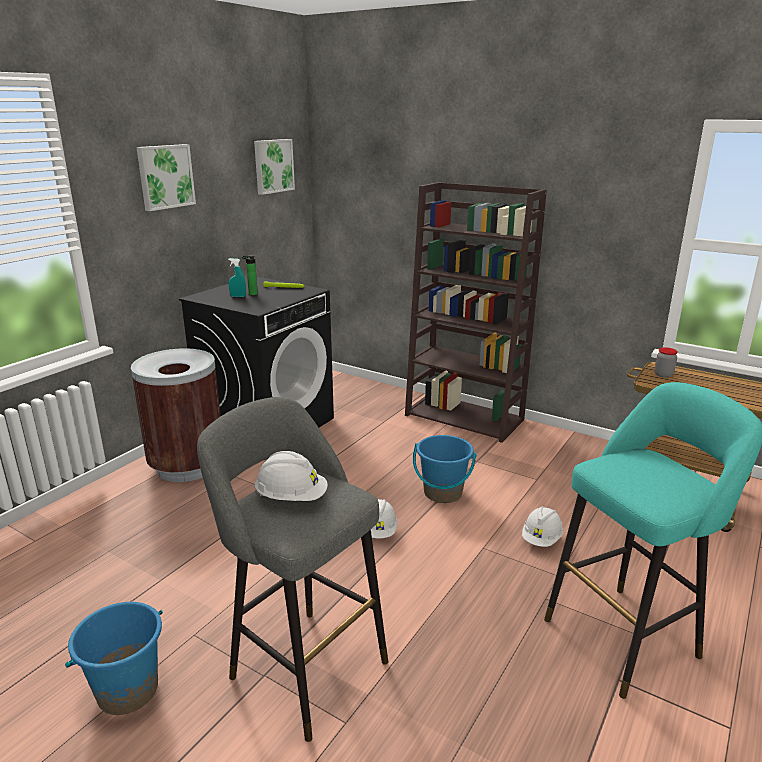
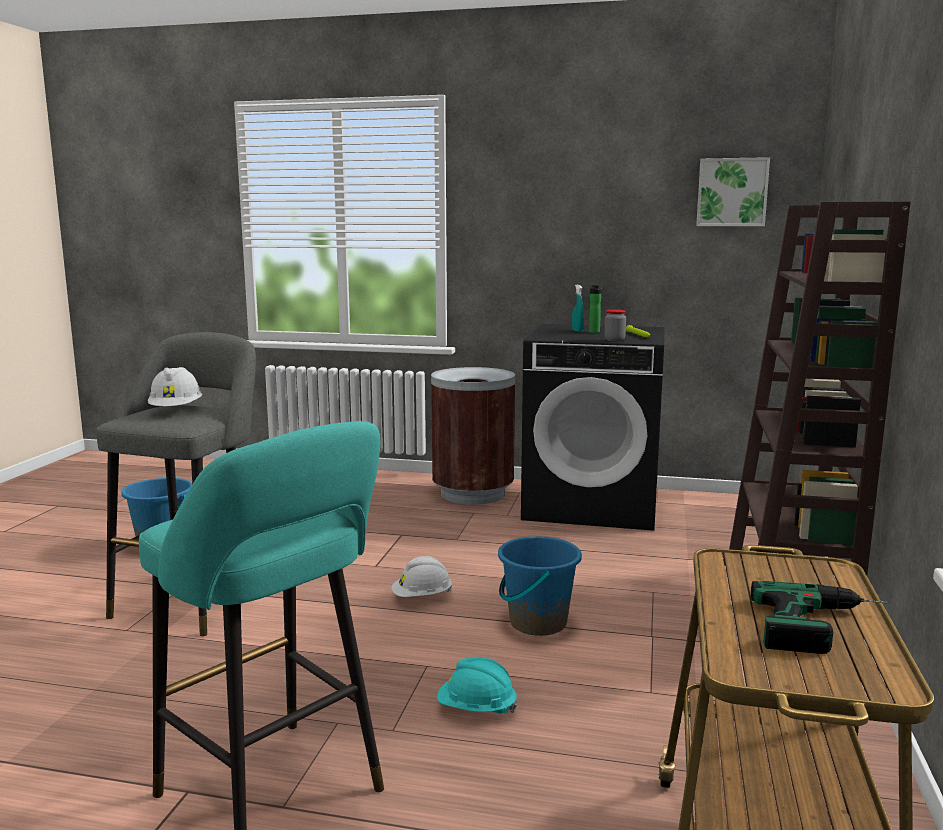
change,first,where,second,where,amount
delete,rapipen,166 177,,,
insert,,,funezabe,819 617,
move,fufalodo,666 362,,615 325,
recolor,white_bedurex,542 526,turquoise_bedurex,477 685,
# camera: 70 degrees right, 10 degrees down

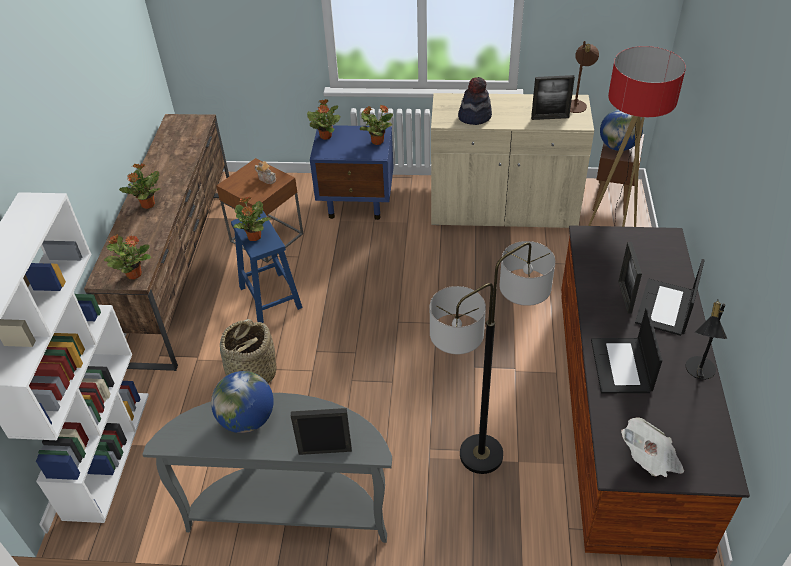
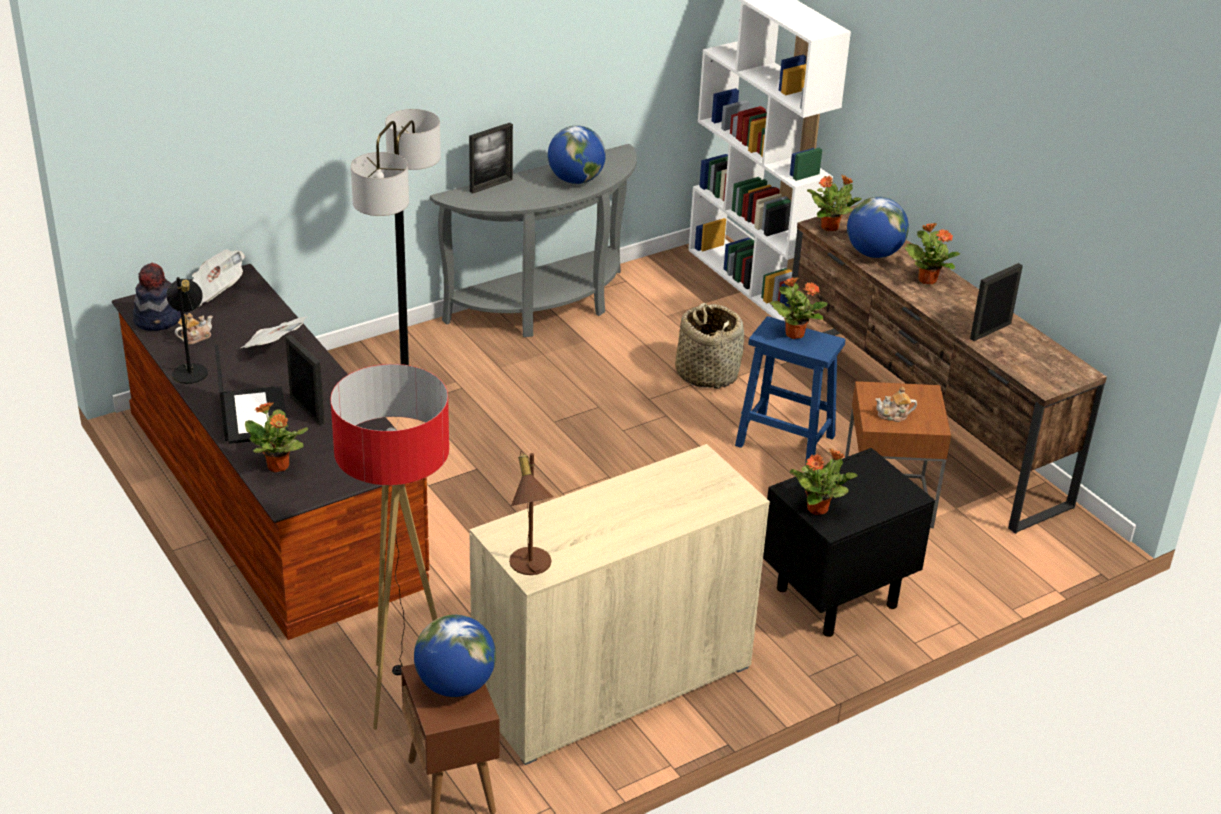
change,first,where,second,where,amount
insert,,,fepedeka,194 329,
insert,,,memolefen,878 227,
move,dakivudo,323 119,,276 437,
move,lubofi,475 101,,157 296,
move,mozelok,553 97,,996 302,
replace,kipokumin,626 350,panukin,274 332,
recolor,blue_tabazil,352 172,black_tabazil,849 542,
# camera: 140 degrees right, 10 degrees down

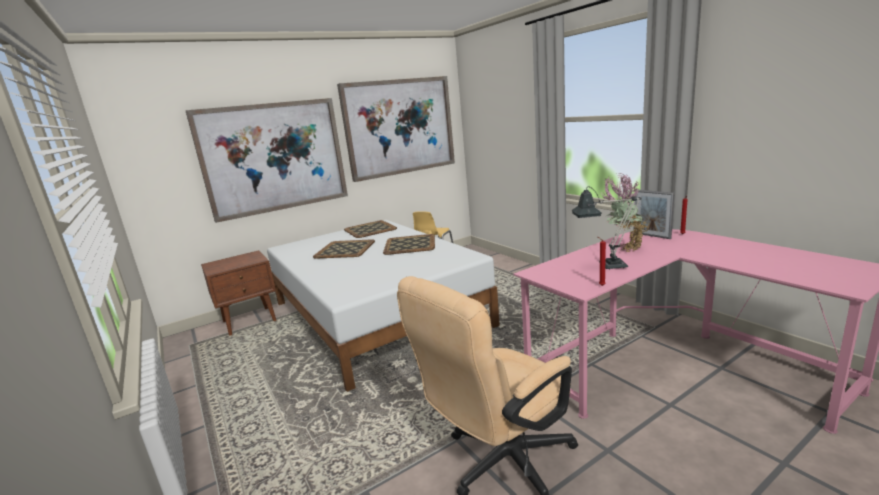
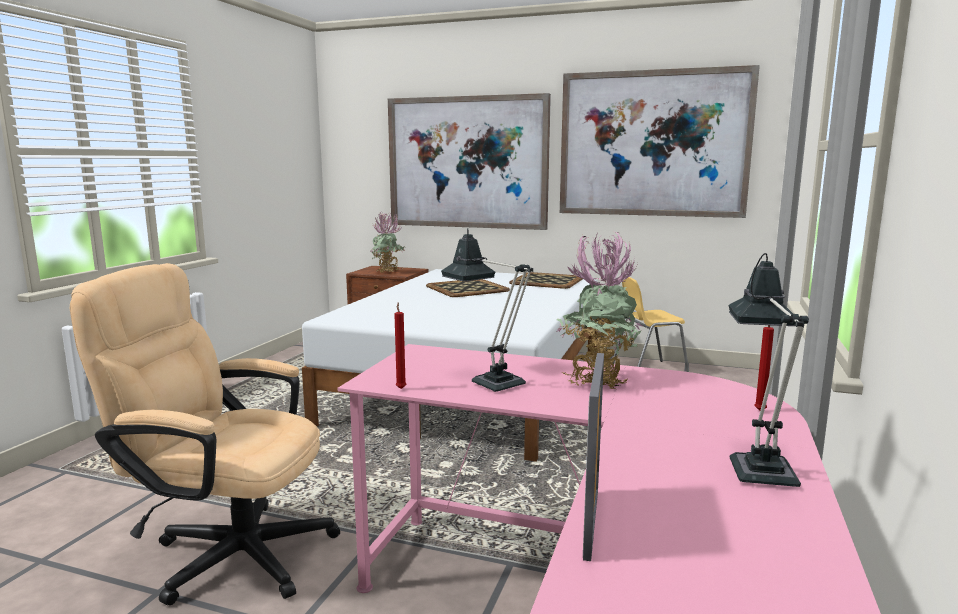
change,first,where,second,where,amount
delete,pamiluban,409 244,,,
insert,,,dakivudo,388 242,
insert,,,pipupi,769 370,
move,mozelok,653 214,,593 457,
# camera: 50 degrees right, 5 degrees down

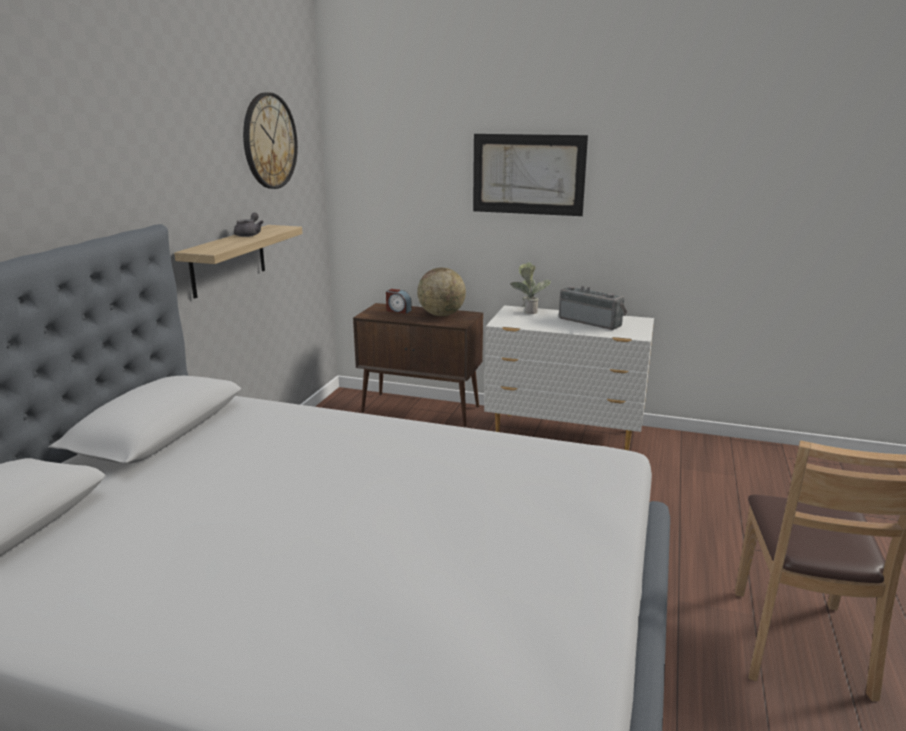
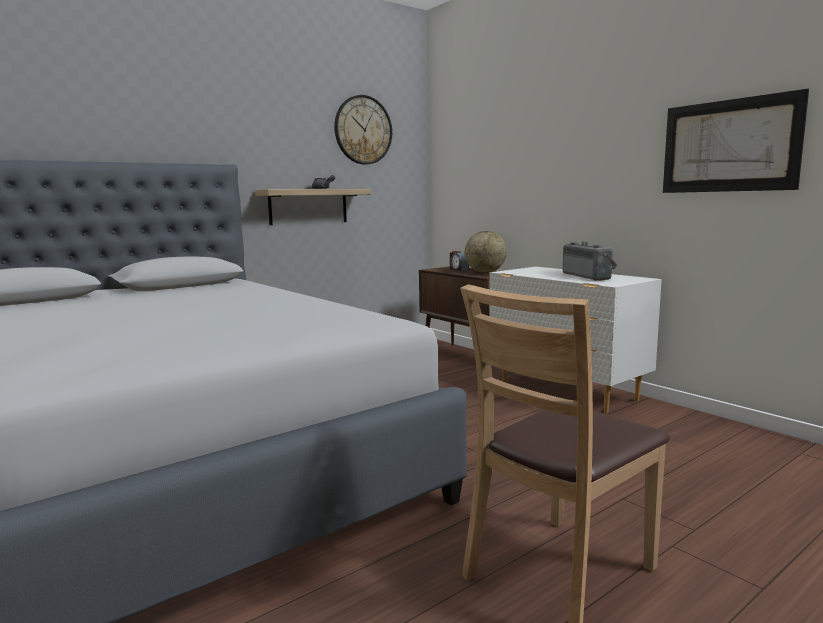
change,first,where,second,where,amount
delete,dakivudo,530 288,,,
move,rapipen,530 175,,736 141,
# camera: 35 degrees right, 10 degrees down

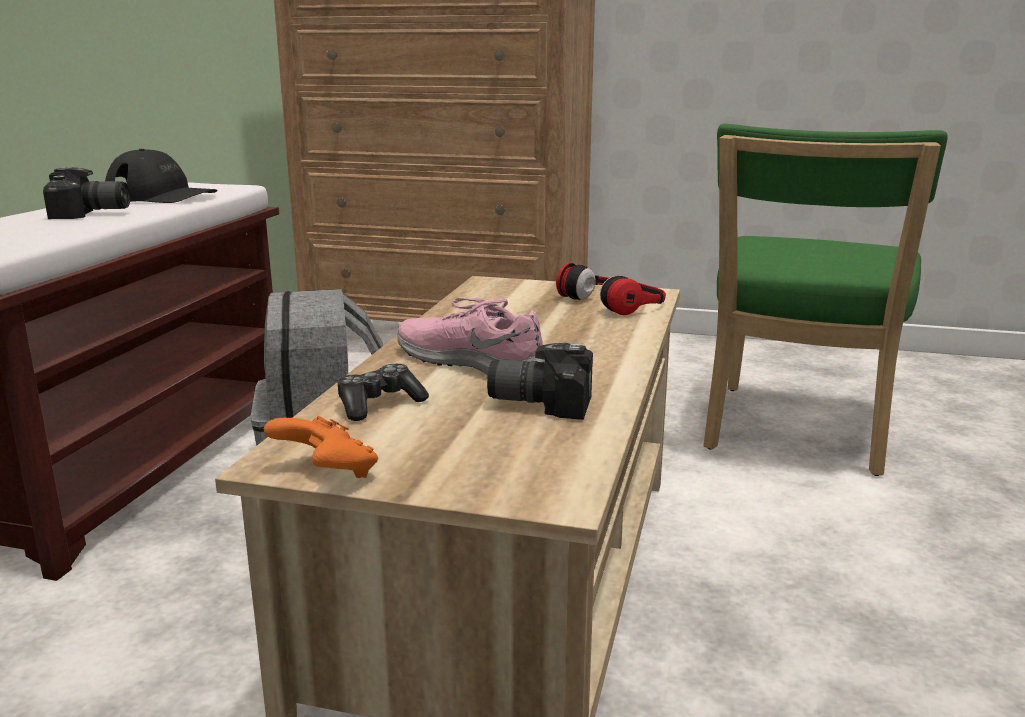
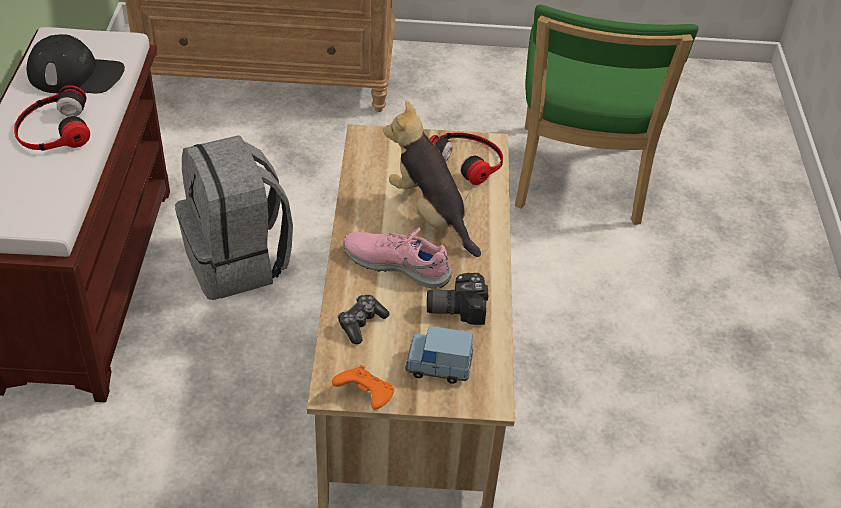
change,first,where,second,where,amount
insert,,,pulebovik,432 179,
insert,,,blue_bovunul,439 355,
replace,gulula,86 193,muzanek,52 118,
# camera: 15 degrees left, 25 degrees up

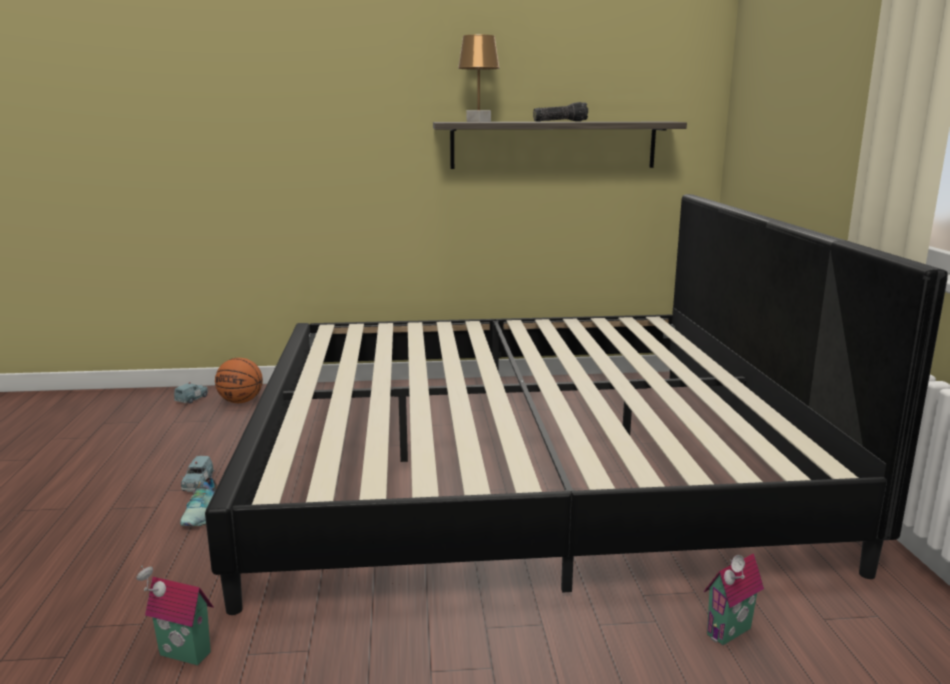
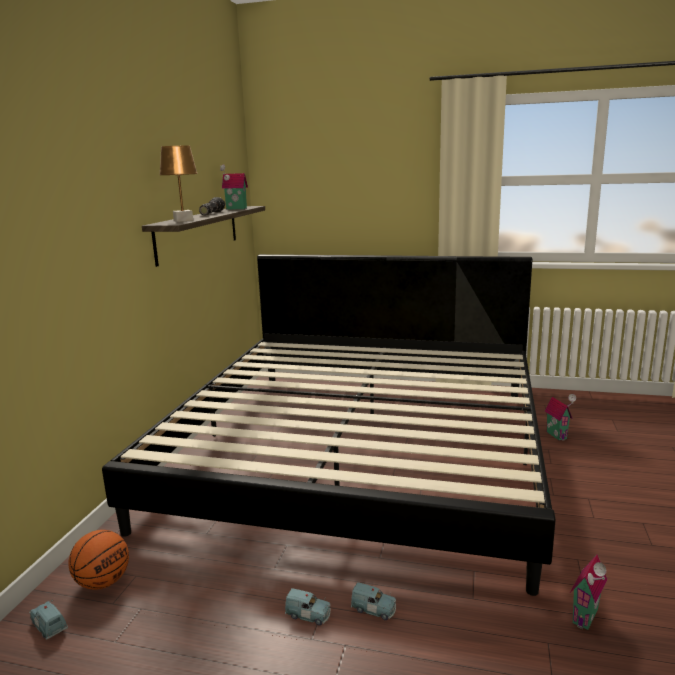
change,first,where,second,where,amount
insert,,,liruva,234 187,
replace,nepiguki,199 501,blue_bovunul,373 601,
# camera: 70 degrees left, 0 degrees up

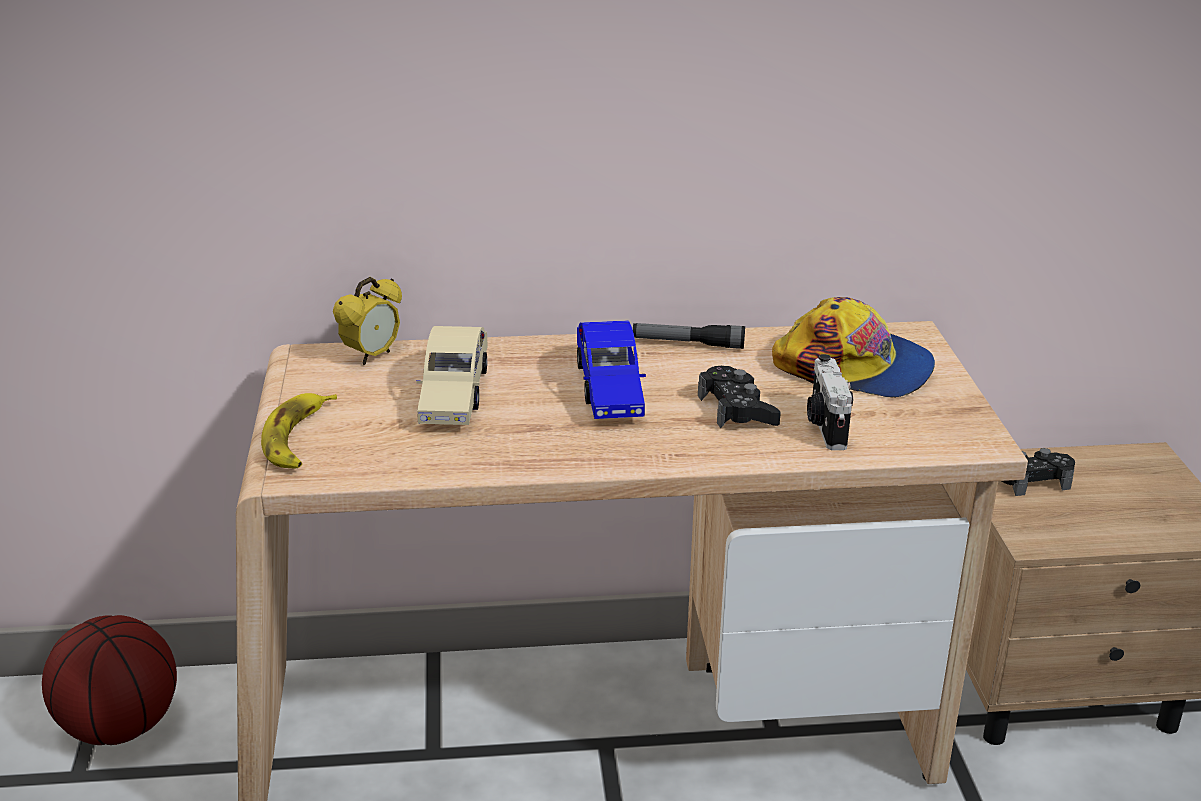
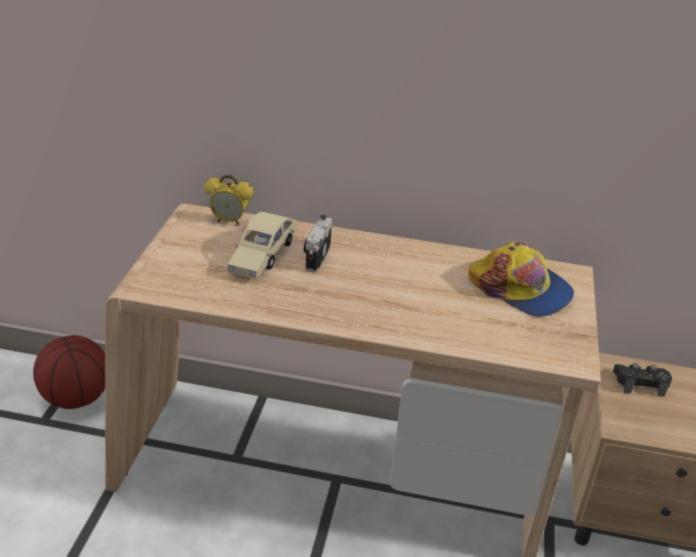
change,first,where,second,where,amount
delete,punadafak,299 430,,,
delete,blue_bovunul,611 369,,,
delete,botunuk,689 336,,,
delete,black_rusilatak,739 397,,,
move,gulula,830 402,,318 244,
rotate,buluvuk,367 321,,228 200,45 degrees clockwise
# camera: 15 degrees right, 5 degrees up

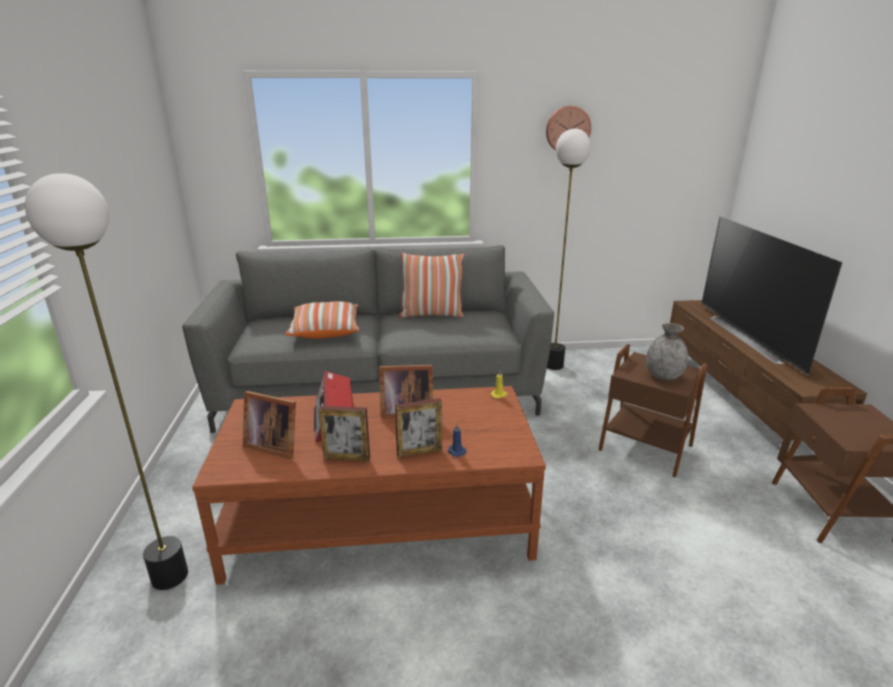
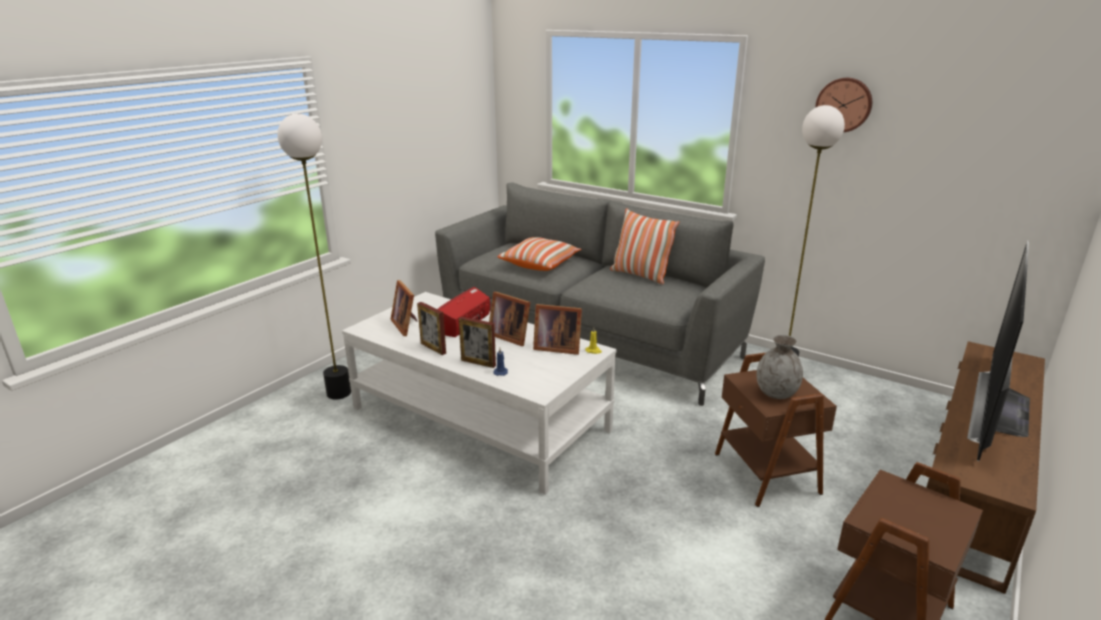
change,first,where,second,where,amount
insert,,,mozelok,557 329,
recolor,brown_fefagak,369 485,white_fefagak,479 393,
# camera: 40 degrees right, 0 degrees up

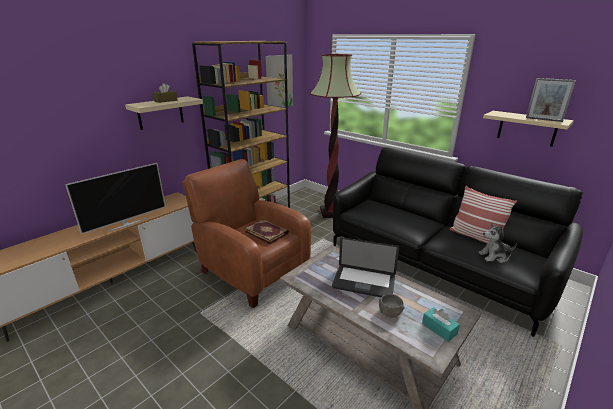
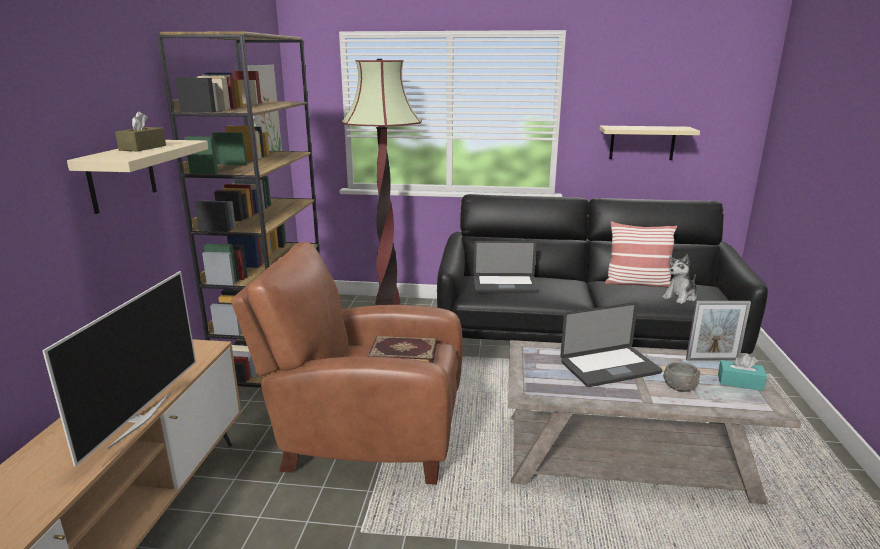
change,first,where,second,where,amount
insert,,,kipokumin,506 267,
move,mozelok,551 100,,718 330,
# camera: 35 degrees left, 5 degrees down

